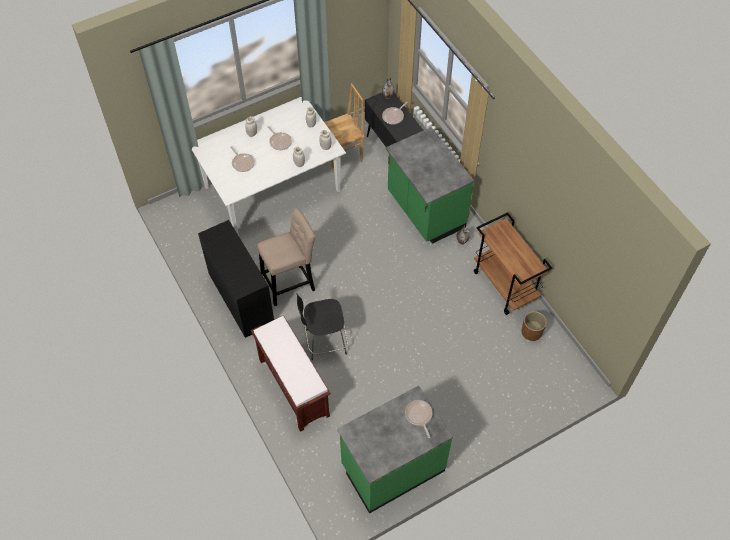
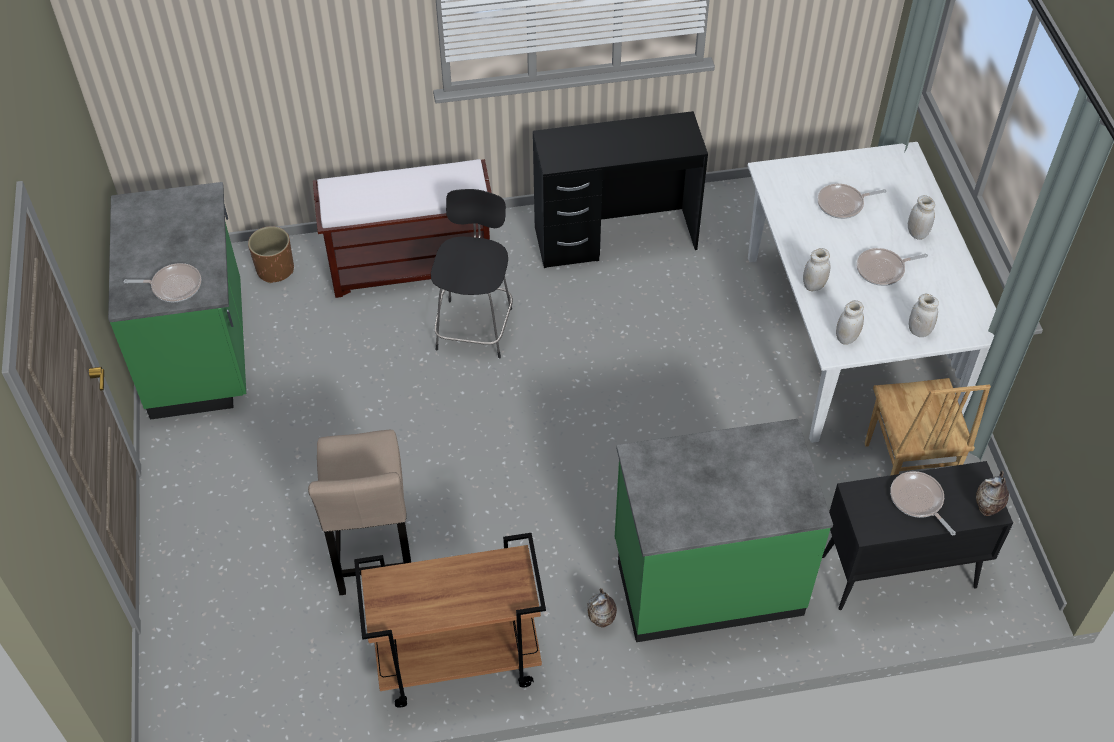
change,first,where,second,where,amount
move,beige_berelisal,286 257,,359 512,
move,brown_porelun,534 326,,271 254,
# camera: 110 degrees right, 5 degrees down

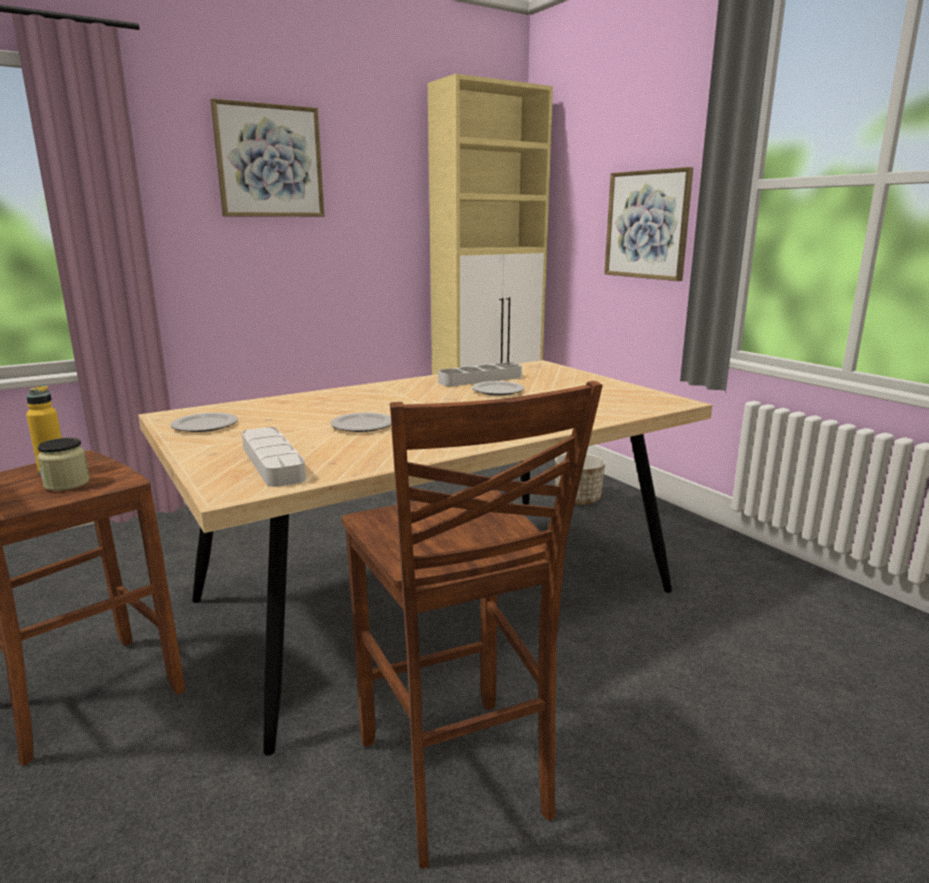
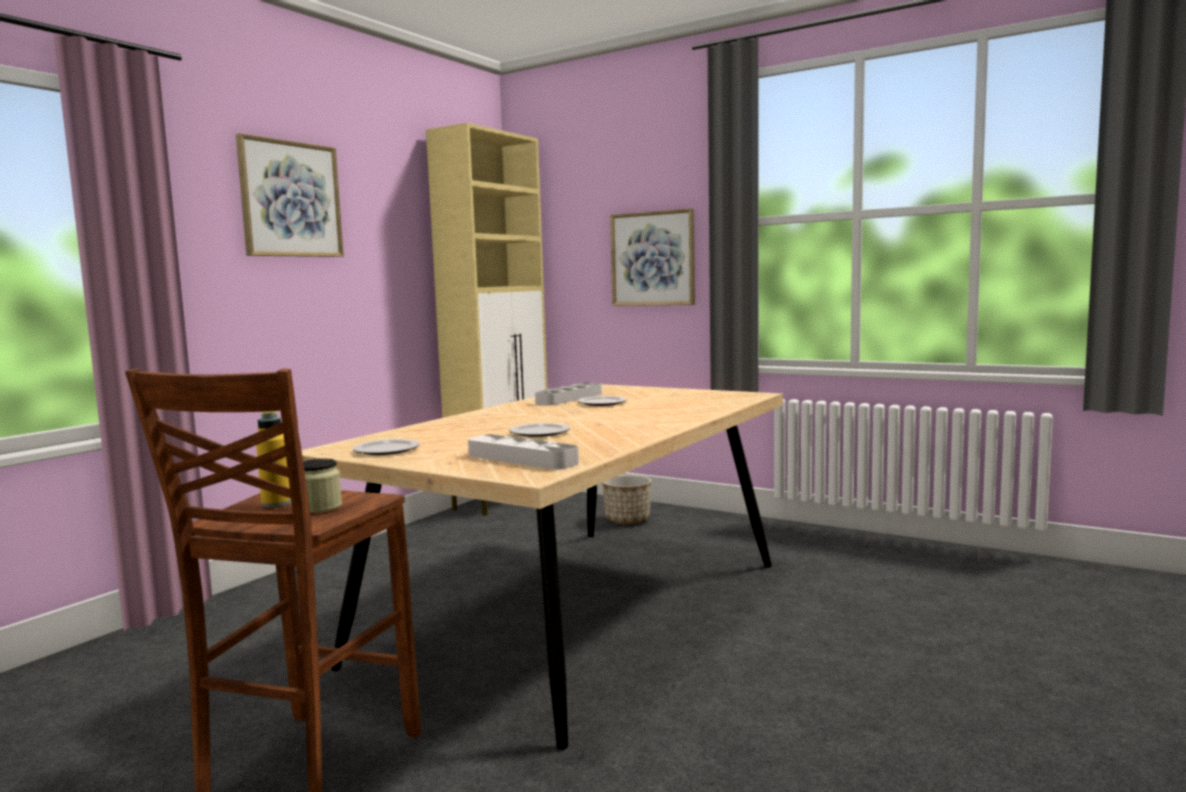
change,first,where,second,where,amount
delete,brown_berelisal,472 625,,,
# camera: 25 degrees left, 10 degrees down

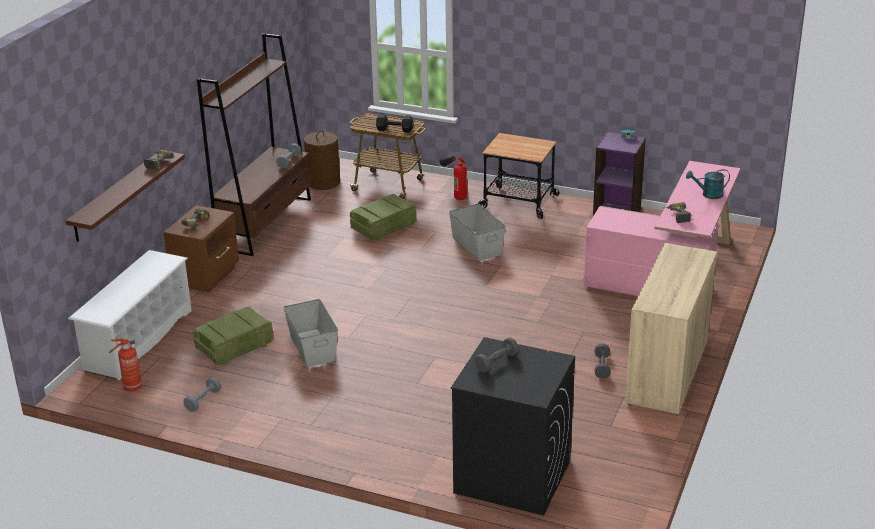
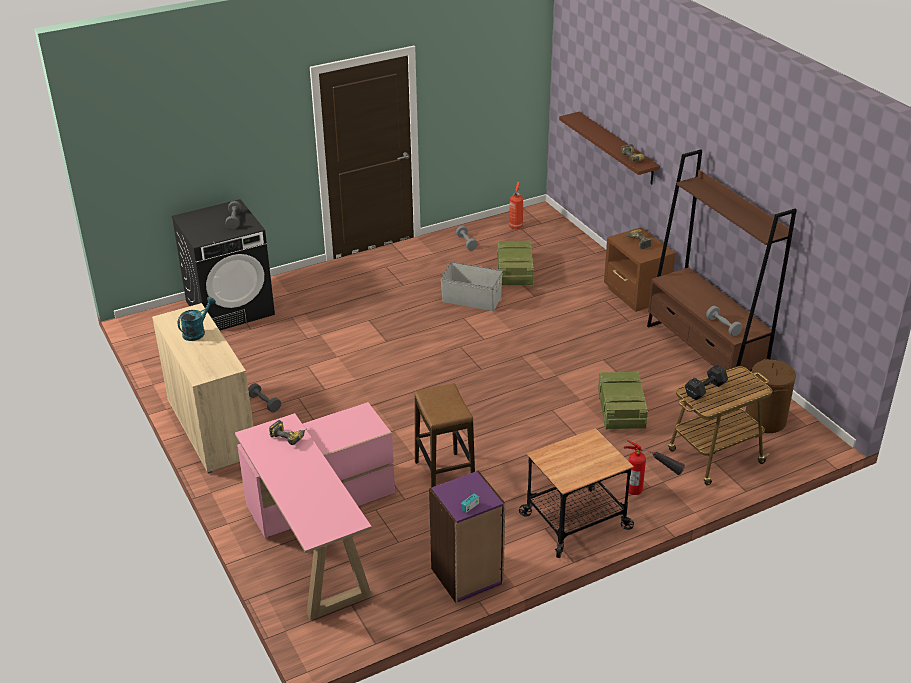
change,first,where,second,where,amount
delete,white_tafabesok,130 315,,,
delete,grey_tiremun,477 232,,,
insert,,,berelisal,444 435,
move,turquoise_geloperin,708 184,,196 319,
# camera: 130 degrees right, 5 degrees up

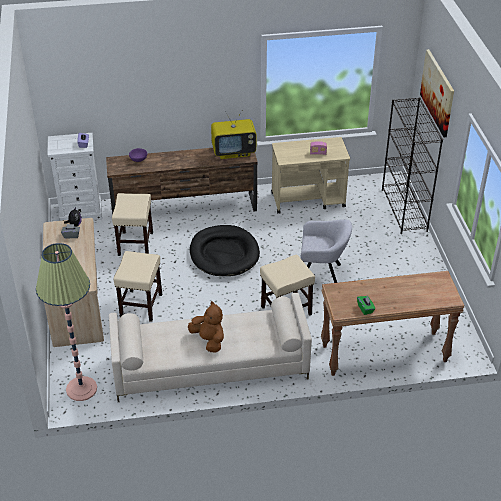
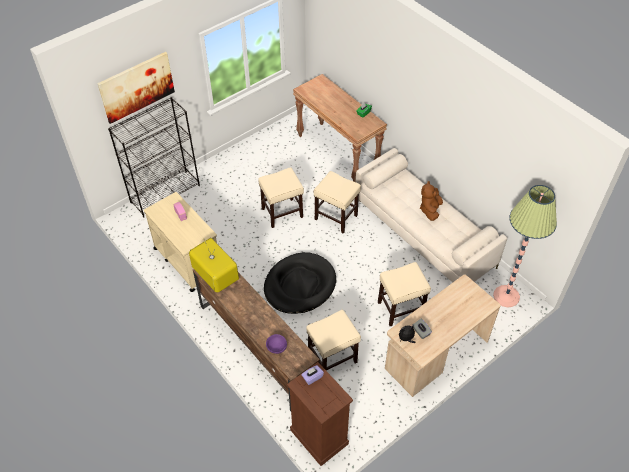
change,first,where,second,where,amount
replace,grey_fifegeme,326 251,beige_berelisal,281 197,
recolor,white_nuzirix,75 177,brown_nuzirix,320 414,
# camera: 120 degrees left, 10 degrees up

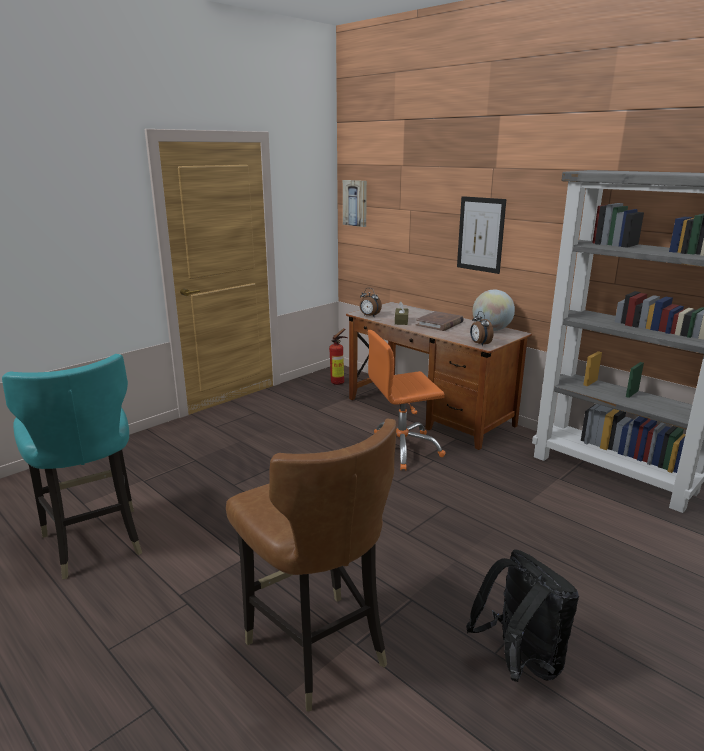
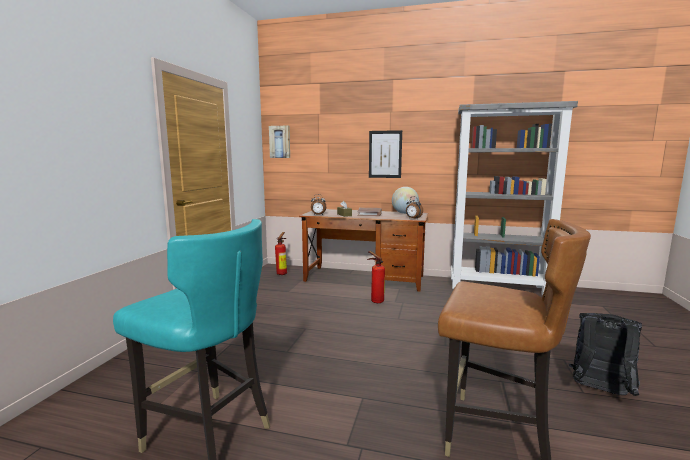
change,first,where,second,where,amount
replace,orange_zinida,407 400,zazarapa,376 277,
# camera: 30 degrees left, 10 degrees down

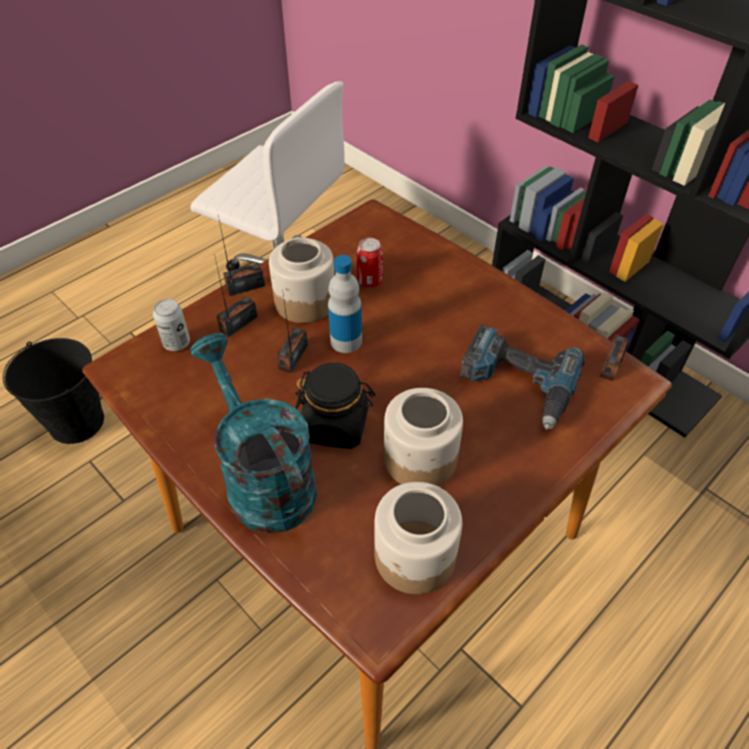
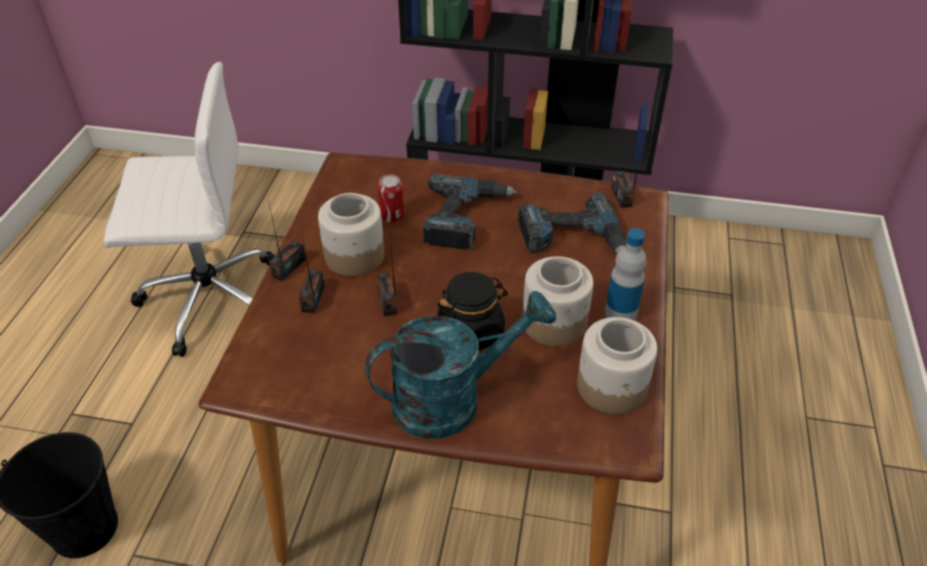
change,first,where,second,where,amount
delete,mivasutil,171 325,,,
insert,,,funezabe,470 212,
move,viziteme,345 304,,625 274,
rotate,turquoise_geloperin,253 433,,460 365,135 degrees clockwise
# camera: 35 degrees left, 5 degrees down

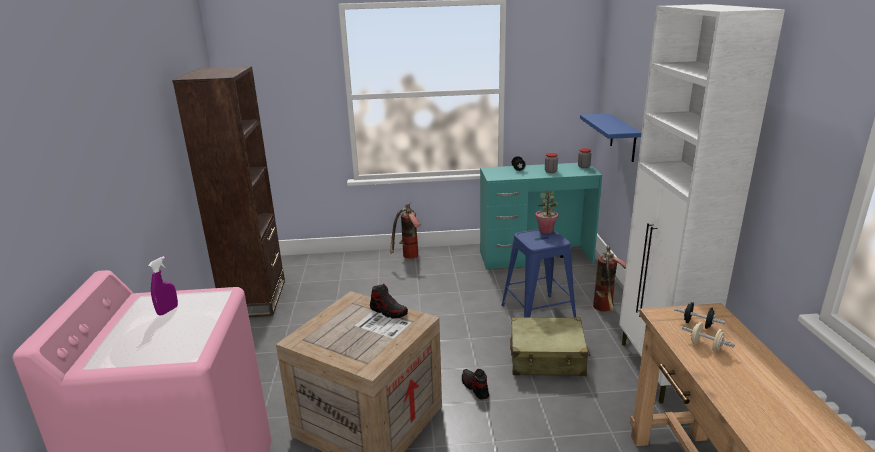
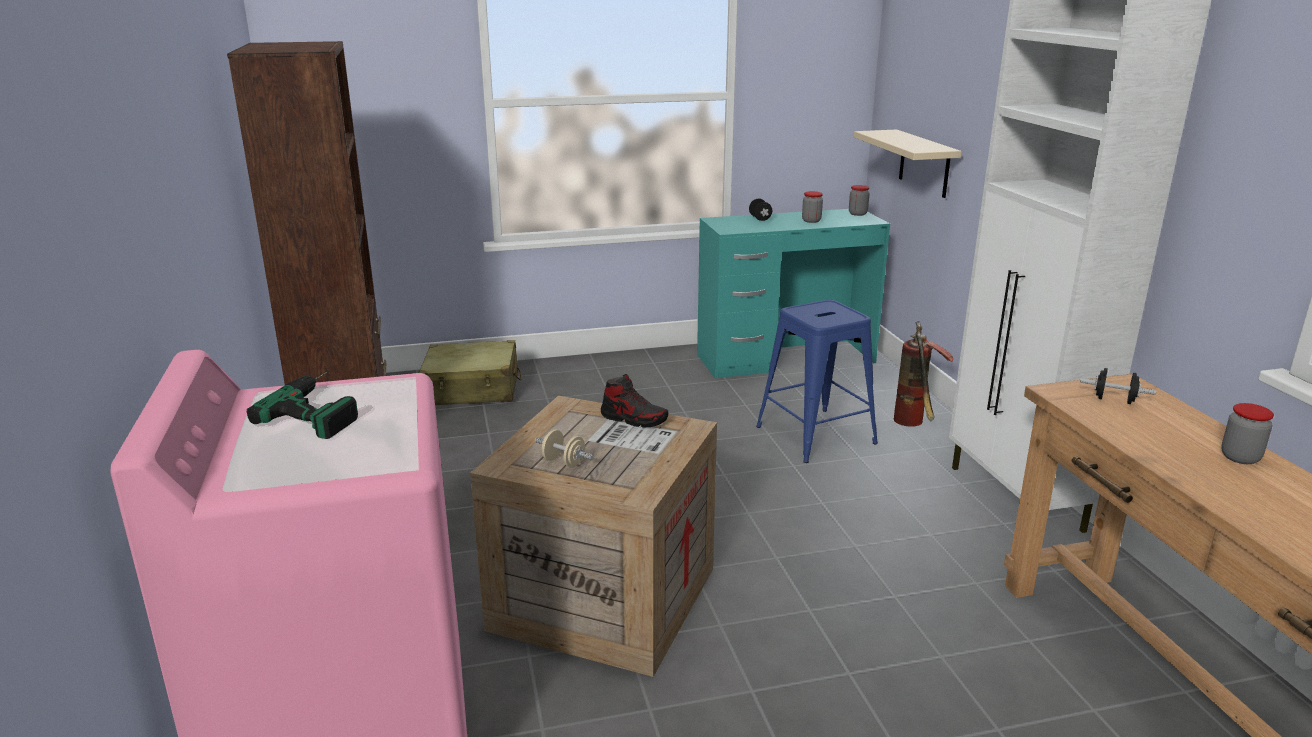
change,first,where,second,where,amount
delete,zazarapa,405 230,,,
delete,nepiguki,475 384,,,
delete,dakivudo,546 211,,,
insert,,,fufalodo,1247 433,
move,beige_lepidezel,550 346,,470 372,
move,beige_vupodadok,708 337,,564 449,
replace,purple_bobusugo,163 286,funezabe,302 405,
recolor,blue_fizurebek,611 137,beige_fizurebek,908 163,
# camera: 10 degrees left, 0 degrees up

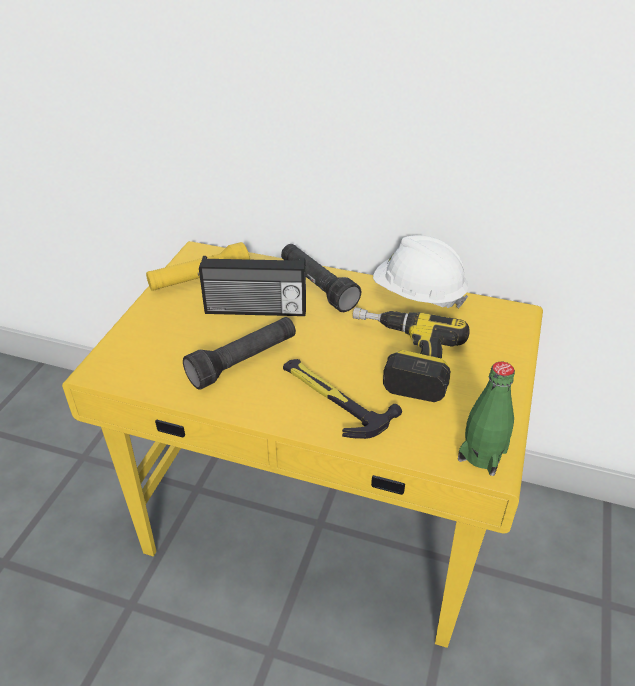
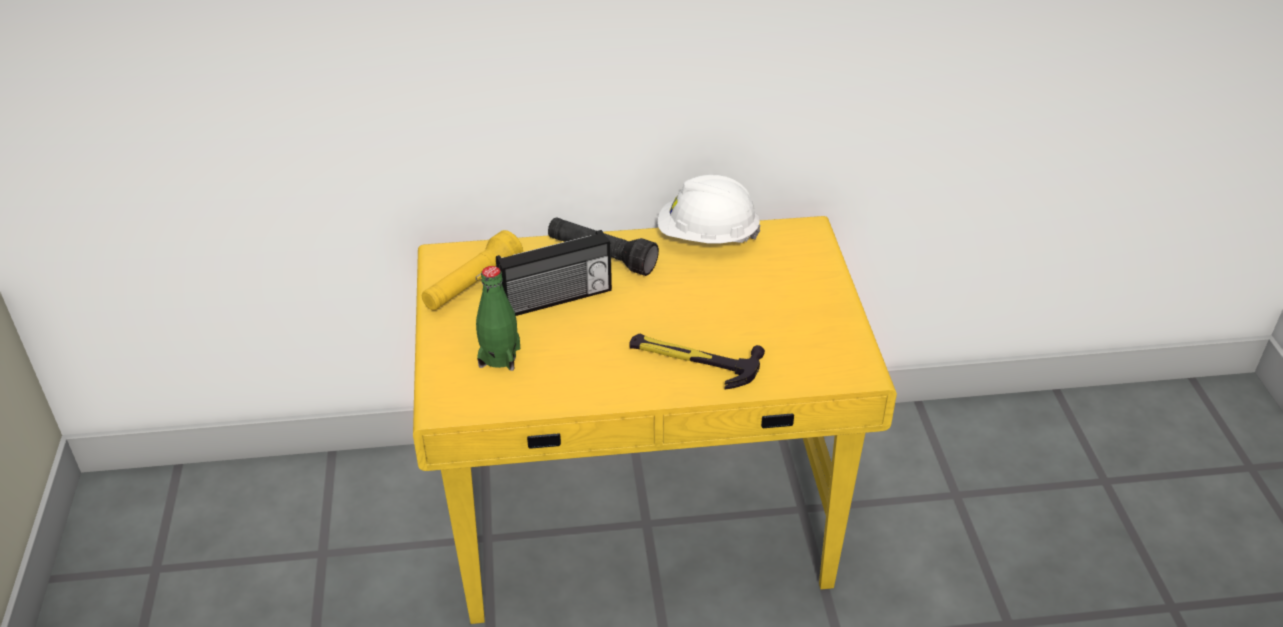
change,first,where,second,where,amount
delete,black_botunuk,239 353,,,
delete,funezabe,411 354,,,
move,green_viziteme,486 419,,498 318,
# camera: 25 degrees left, 0 degrees up

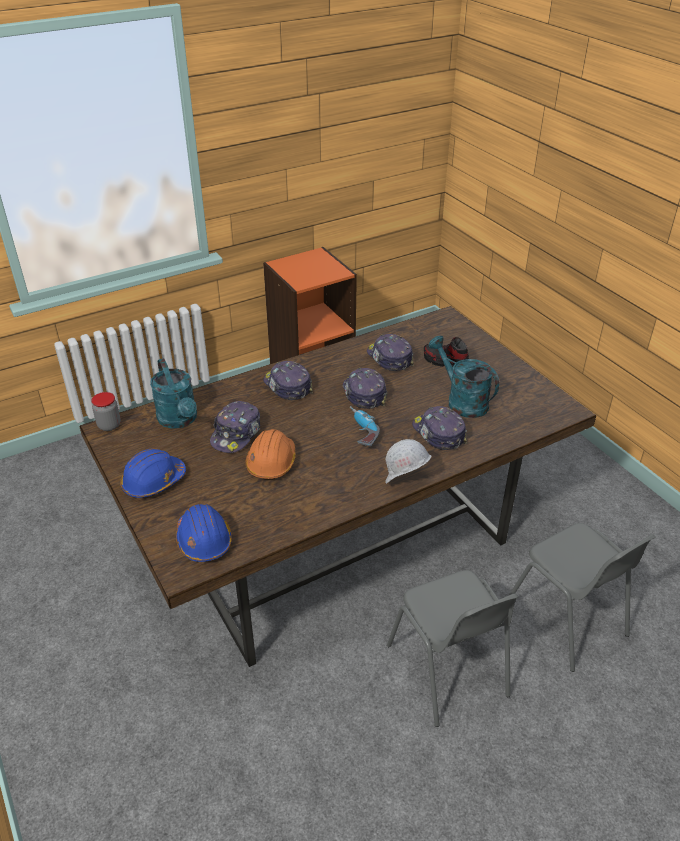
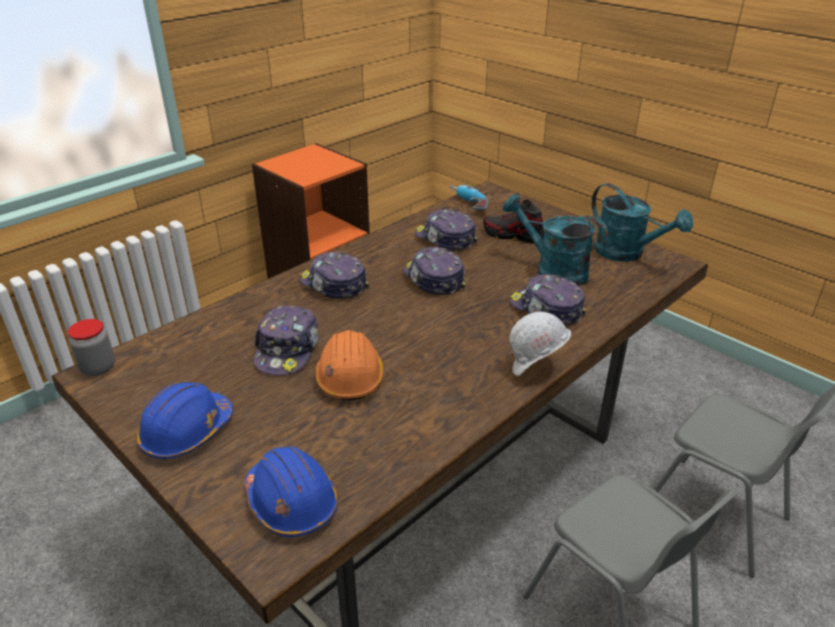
change,first,where,second,where,amount
move,turquoise_geloperin,173 393,,642 222,
move,funezabe,365 426,,468 197,
# camera: 15 degrees left, 5 degrees down

